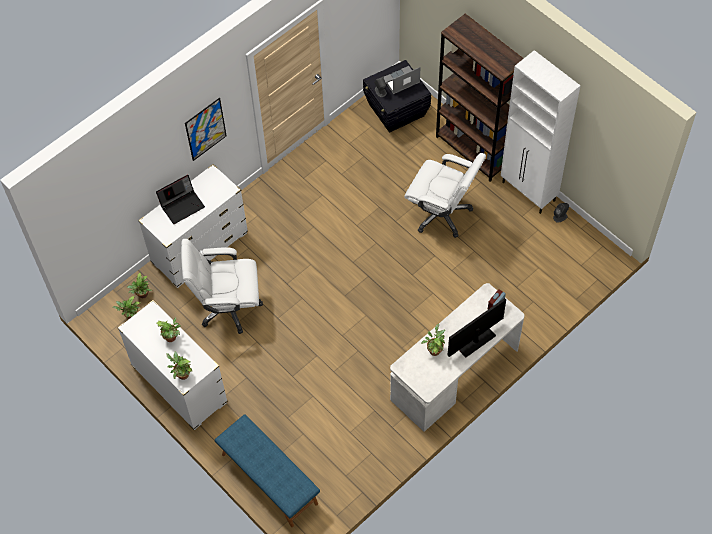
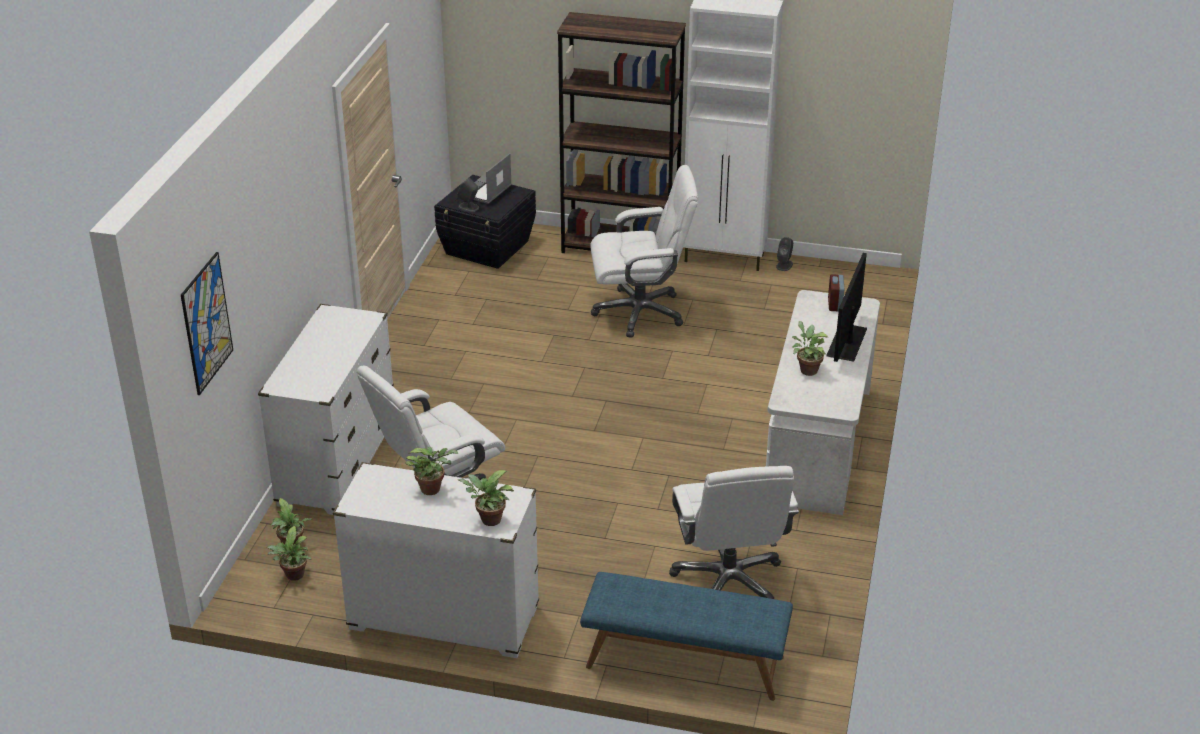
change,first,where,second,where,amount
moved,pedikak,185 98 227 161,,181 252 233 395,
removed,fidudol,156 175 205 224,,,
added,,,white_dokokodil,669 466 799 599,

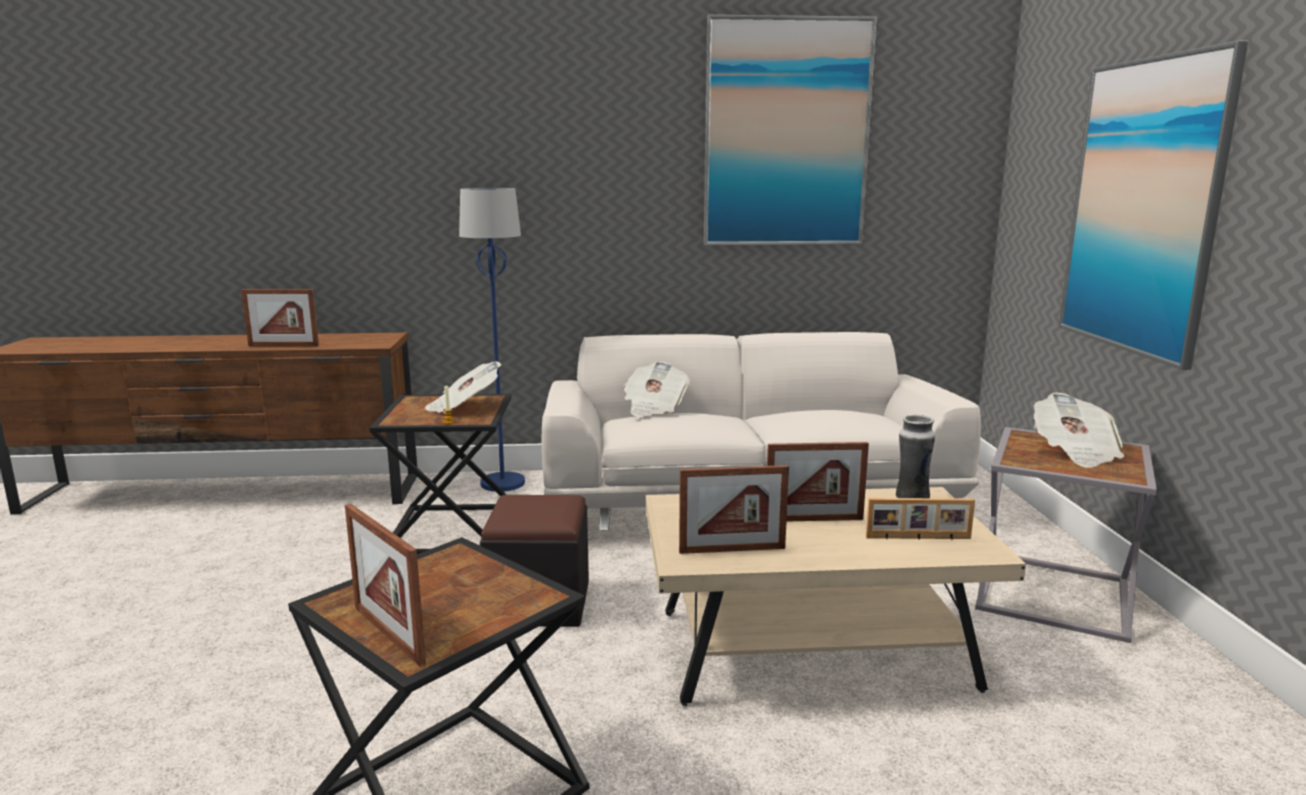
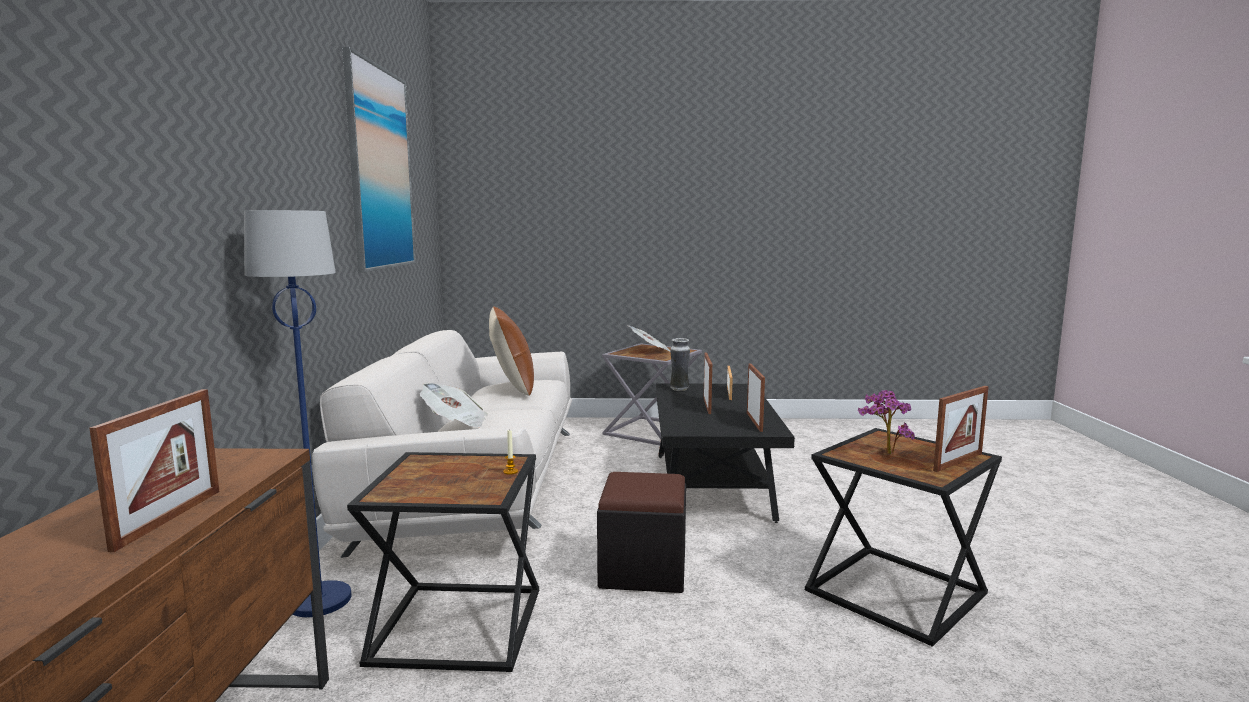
change,first,where,second,where,amount
removed,pedikak,1059 41 1249 370,,,
removed,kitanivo,425 362 501 413,,,
recoloured,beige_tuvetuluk,646 487 1026 706,black_tuvetuluk,656 383 795 523,
added,,,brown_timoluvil,489 306 534 396,
added,,,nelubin,858 390 915 454,

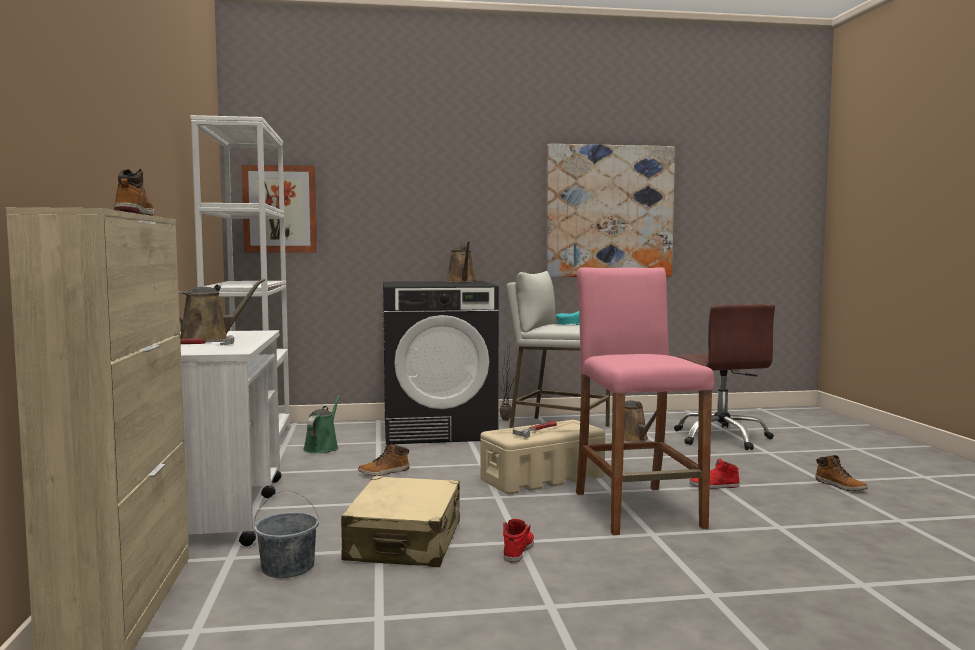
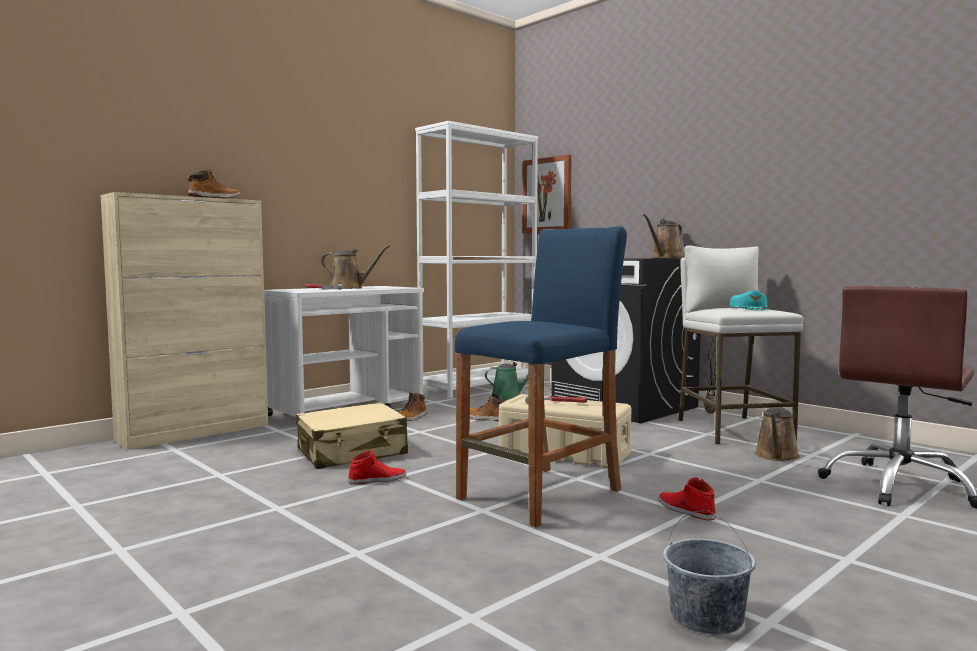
change,first,where,second,where,amount
removed,pedikak,546 144 675 277,,,
recoloured,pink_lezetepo,576 267 714 535,blue_lezetepo,455 226 627 527,
moved,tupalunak,816 455 868 491,,399 392 427 421,
moved,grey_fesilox,254 490 319 578,,663 510 756 635,

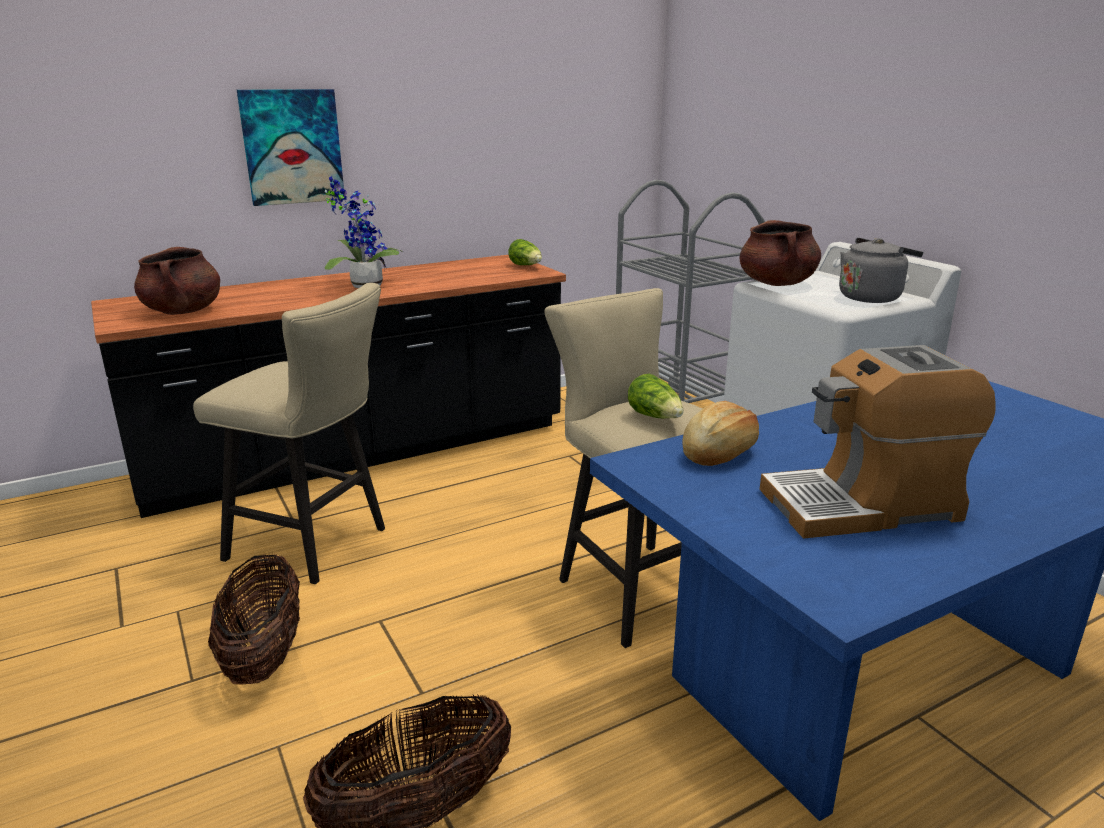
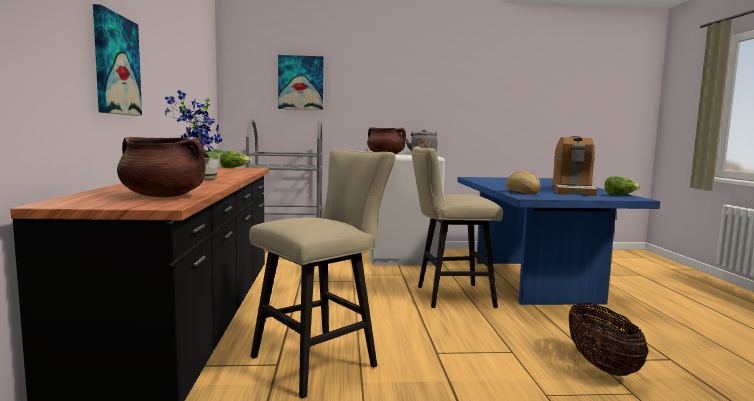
change,first,where,second,where,amount
moved,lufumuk,628 374 683 418,,604 176 640 195,
removed,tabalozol,208 553 300 684,,,
added,,,pedikak,278 55 324 110,

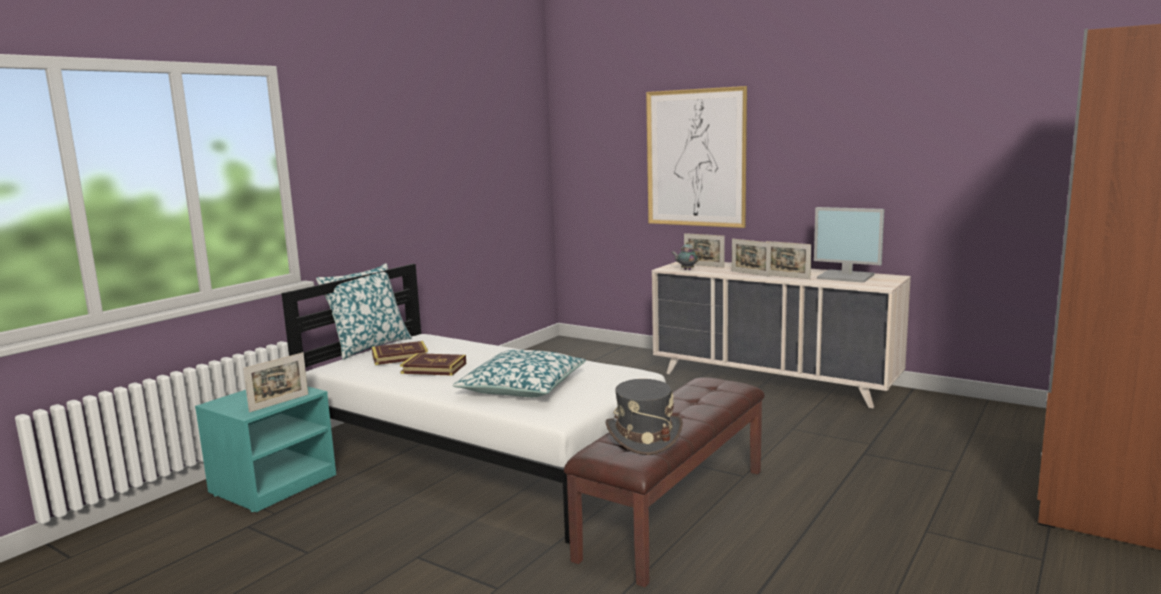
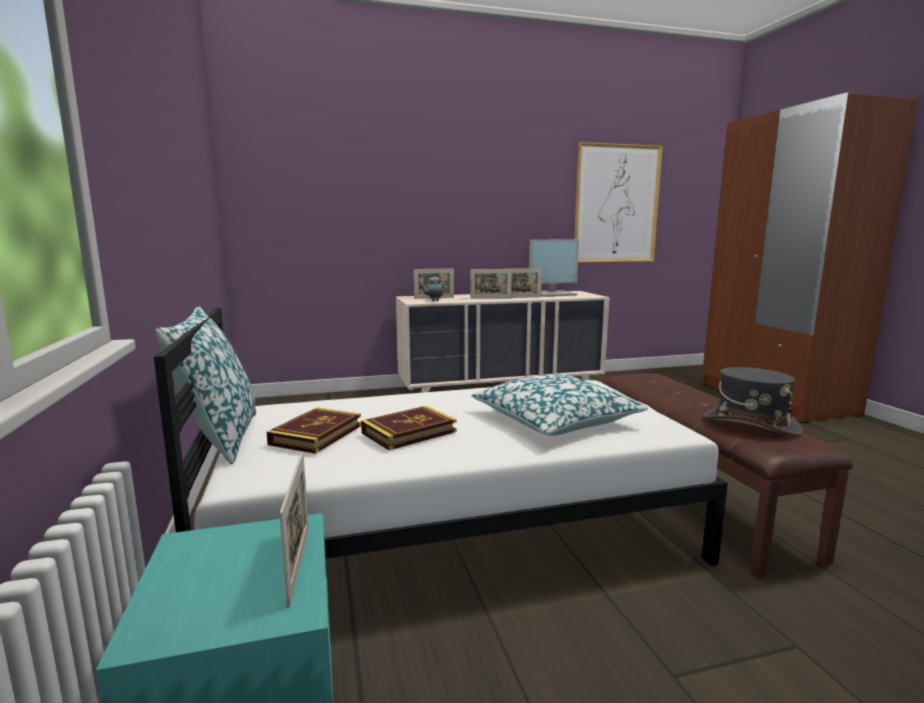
change,first,where,second,where,amount
moved,pedikak,646 86 747 228,,574 142 663 263,

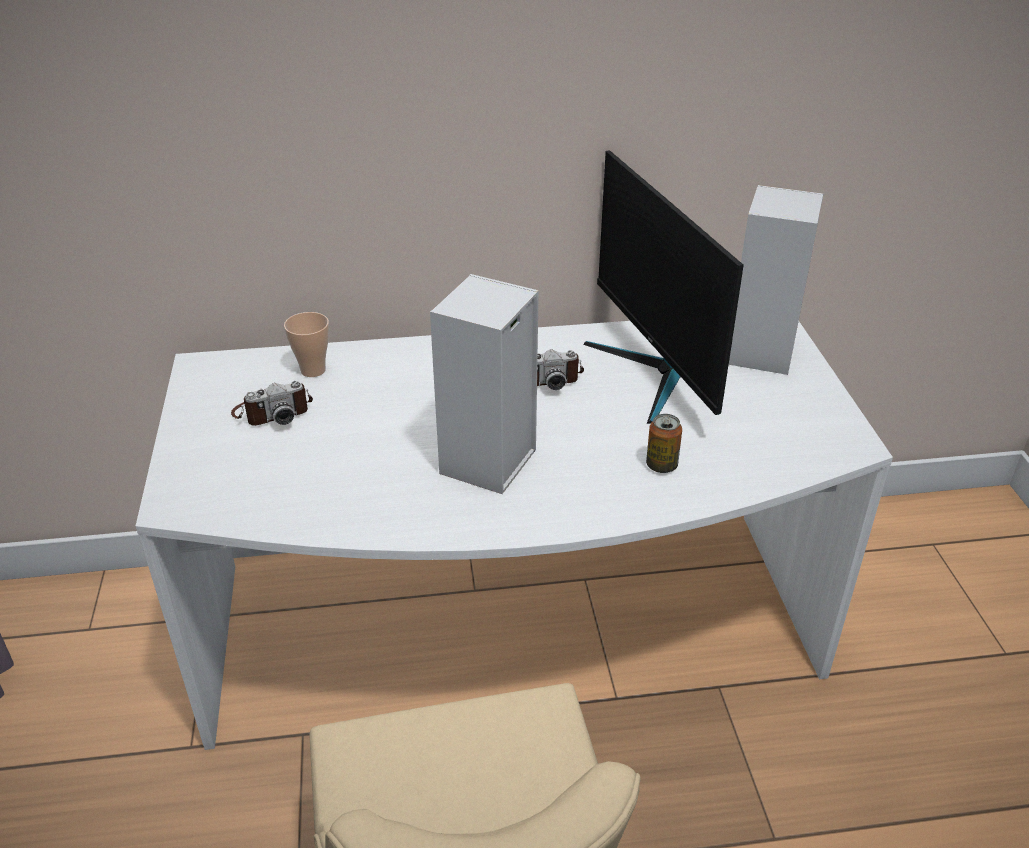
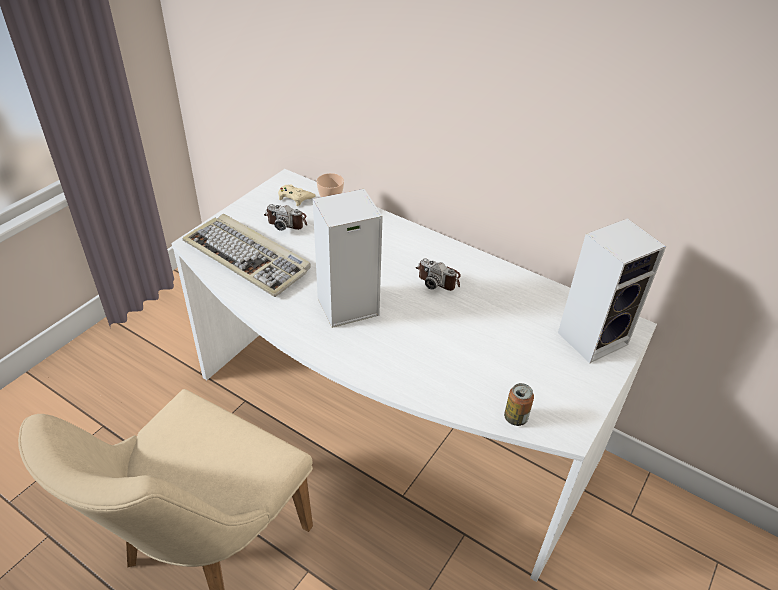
change,first,where,second,where,amount
removed,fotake,583 150 744 424,,,
moved,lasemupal,646 414 682 473,,504 383 534 426,
added,,,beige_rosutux,278 184 316 206,
added,,,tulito,183 214 311 297,

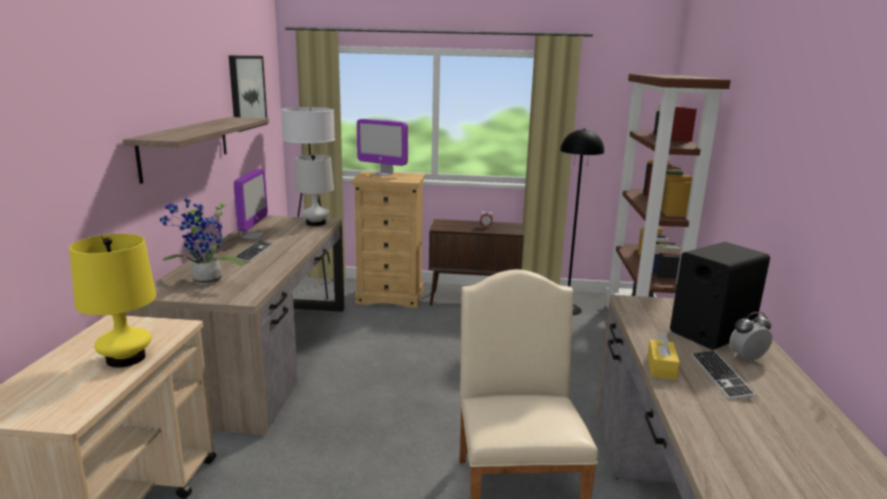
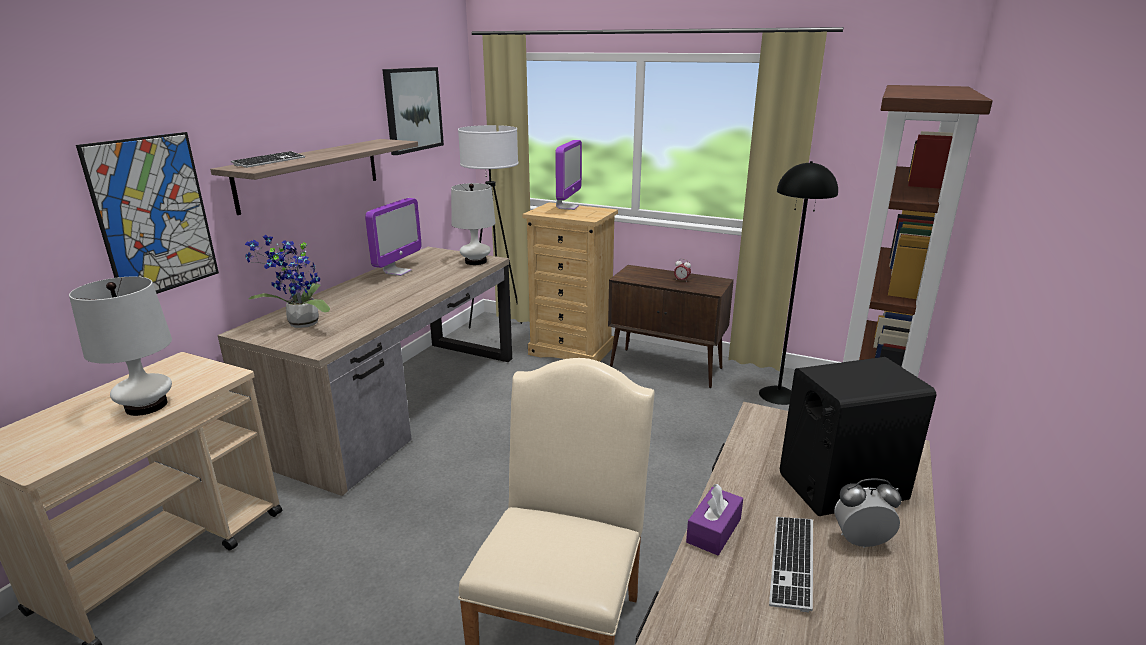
change,first,where,second,where,amount
turned,fotake,357 119 408 176,,555 140 582 210,120 degrees counterclockwise
recoloured,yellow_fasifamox,69 234 156 368,white_fasifamox,69 277 172 416,
moved,tulito,235 240 273 262,,231 151 305 168,
recoloured,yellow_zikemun,647 333 680 380,purple_zikemun,686 484 743 555,
added,,,pedikak,76 132 219 294,

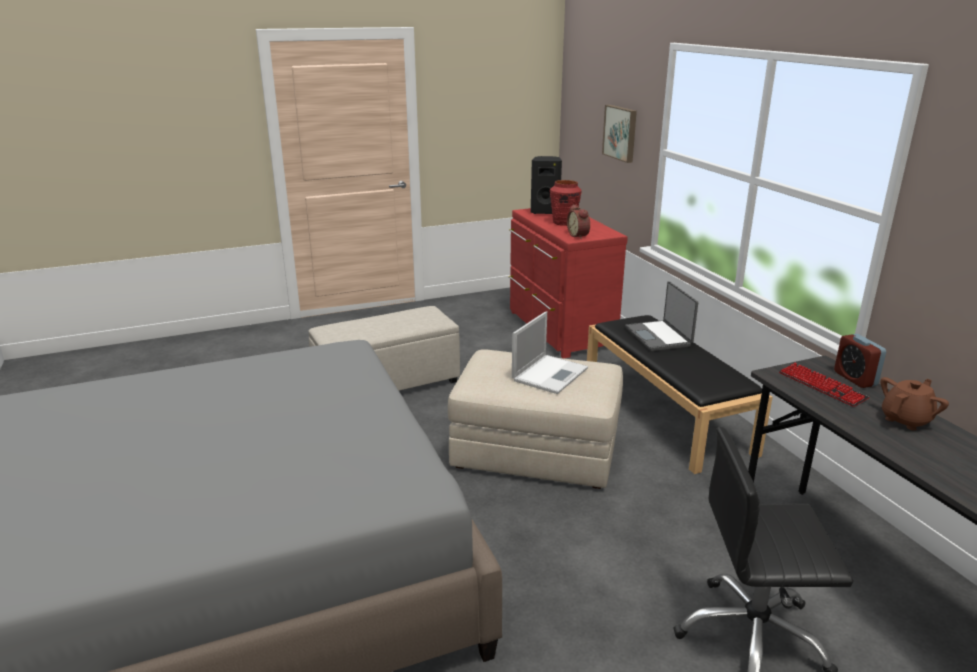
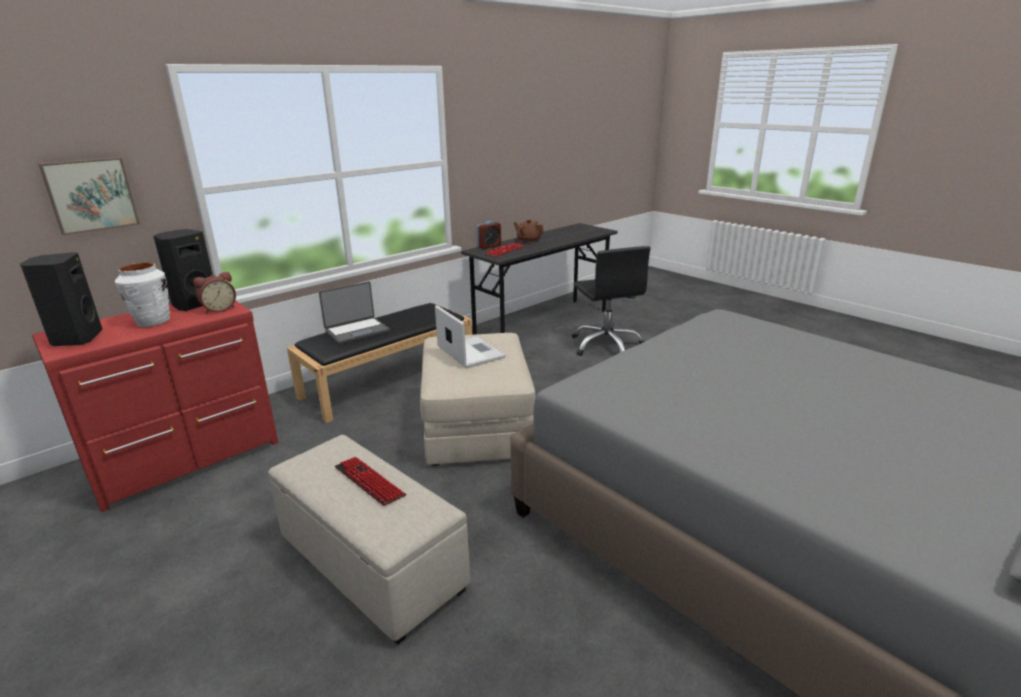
change,first,where,second,where,amount
recoloured,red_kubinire,550 180 582 226,white_kubinire,115 262 170 327,
turned,fidudol,512 311 588 394,,435 305 506 368,45 degrees clockwise
added,,,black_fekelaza,154 229 213 311,
added,,,tulito,334 456 406 506,

